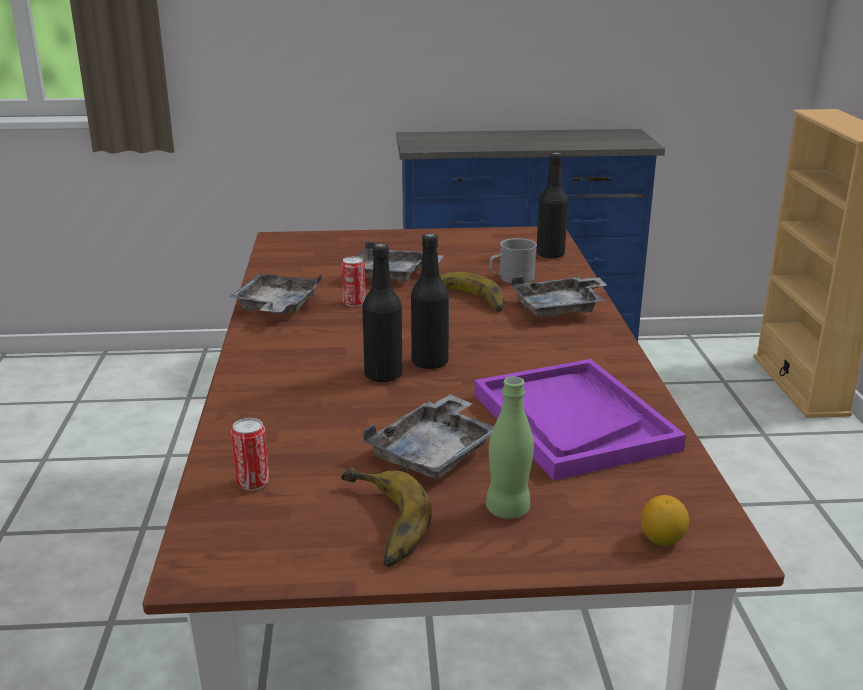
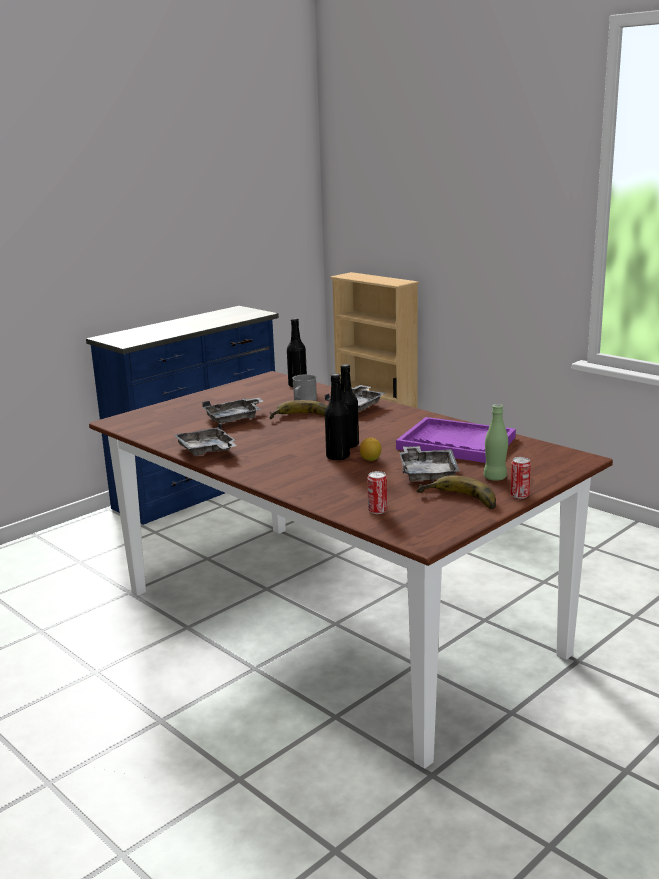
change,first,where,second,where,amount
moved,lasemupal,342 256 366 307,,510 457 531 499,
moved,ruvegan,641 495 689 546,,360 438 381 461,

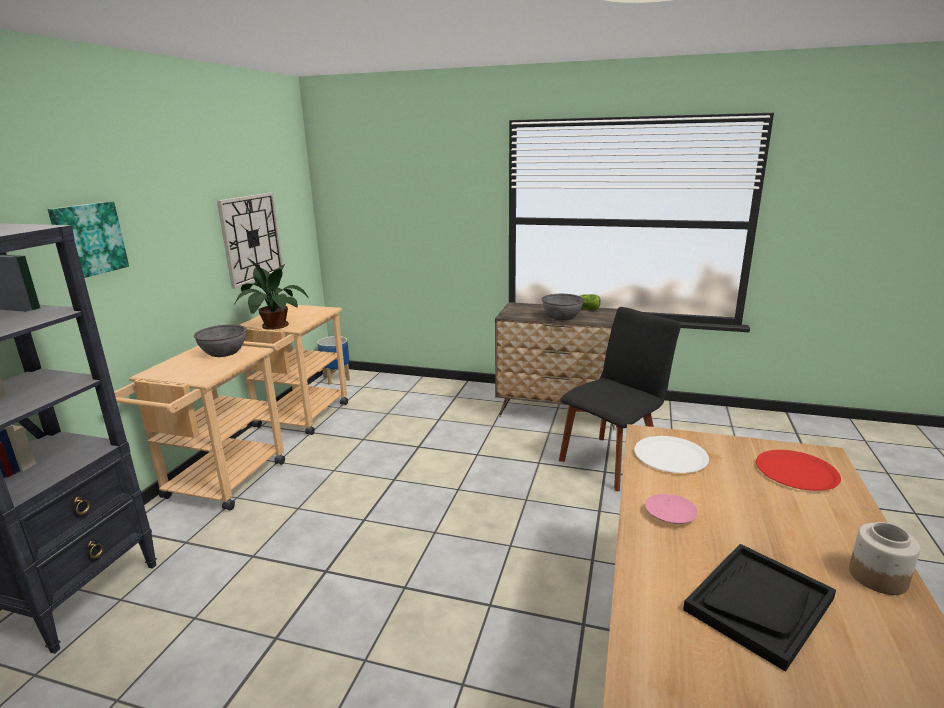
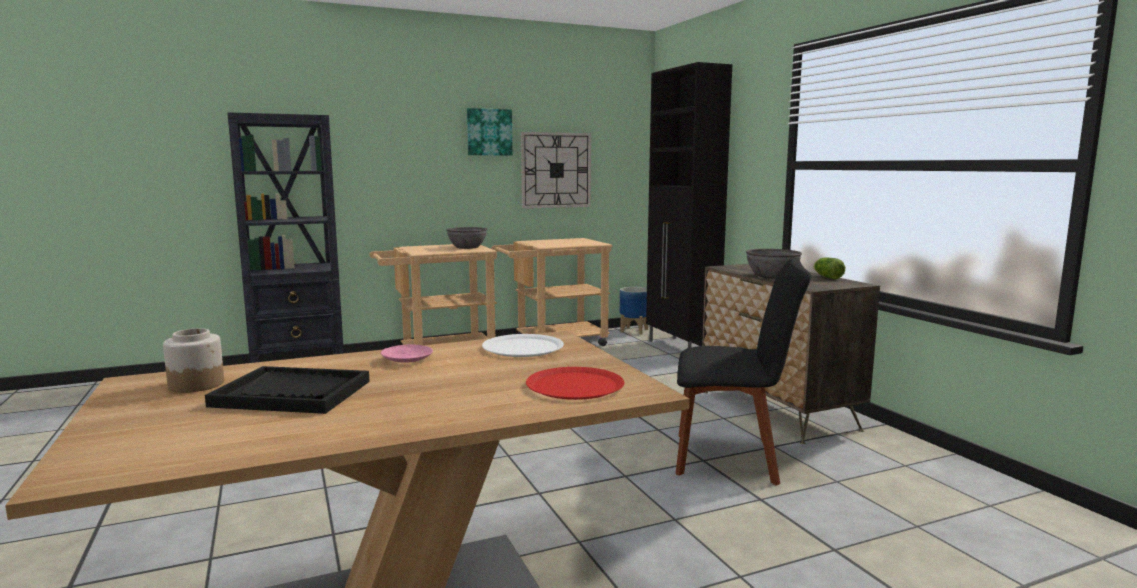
change,first,where,second,where,amount
moved,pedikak,48 201 129 278,,467 108 513 156,
removed,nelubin,234 259 309 330,,,
moved,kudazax,849 522 920 595,,163 328 224 393,
added,,,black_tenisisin,646 62 732 348,

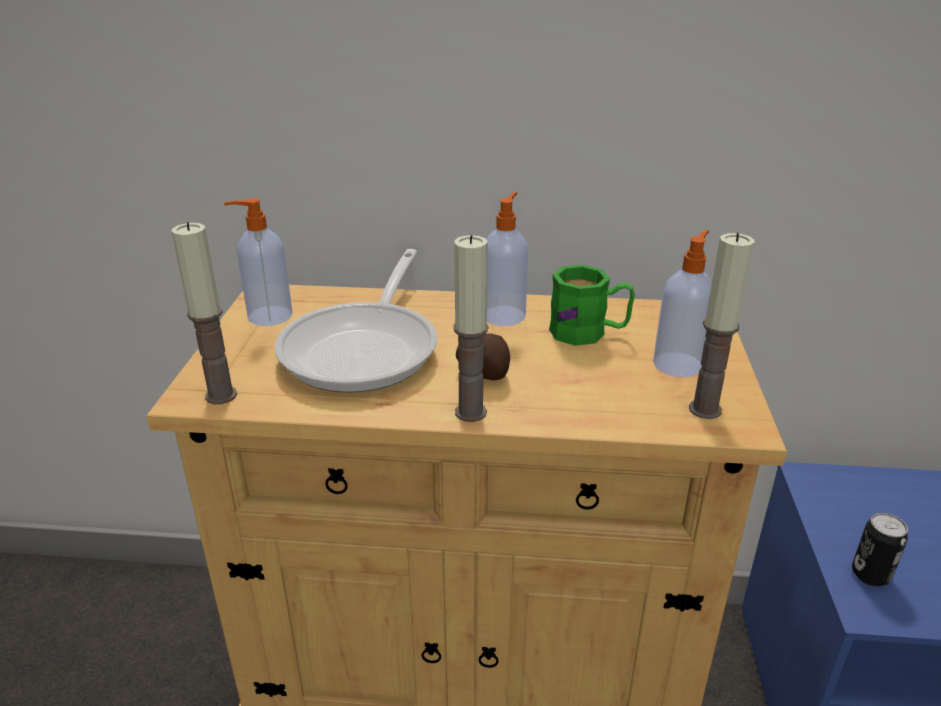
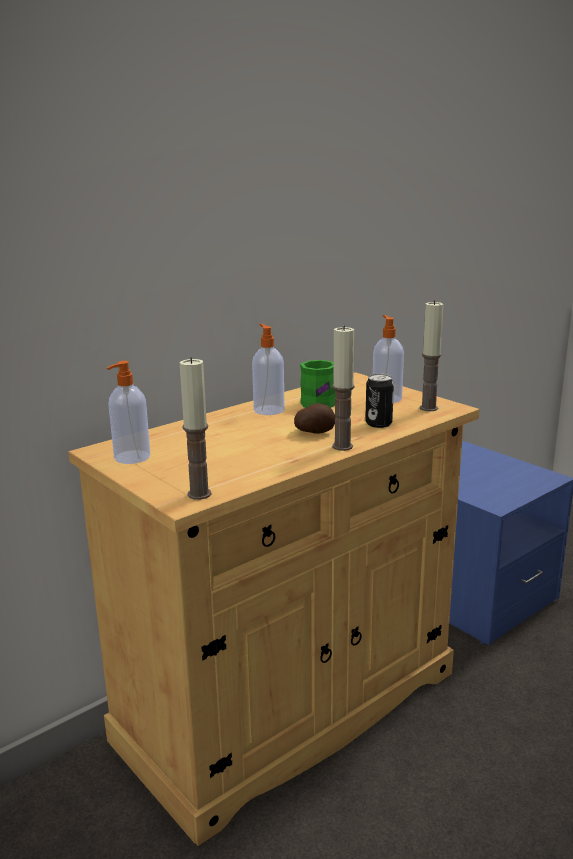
change,first,where,second,where,amount
removed,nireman,275 249 437 393,,,
moved,lasemupal,852 513 908 586,,365 374 394 428,

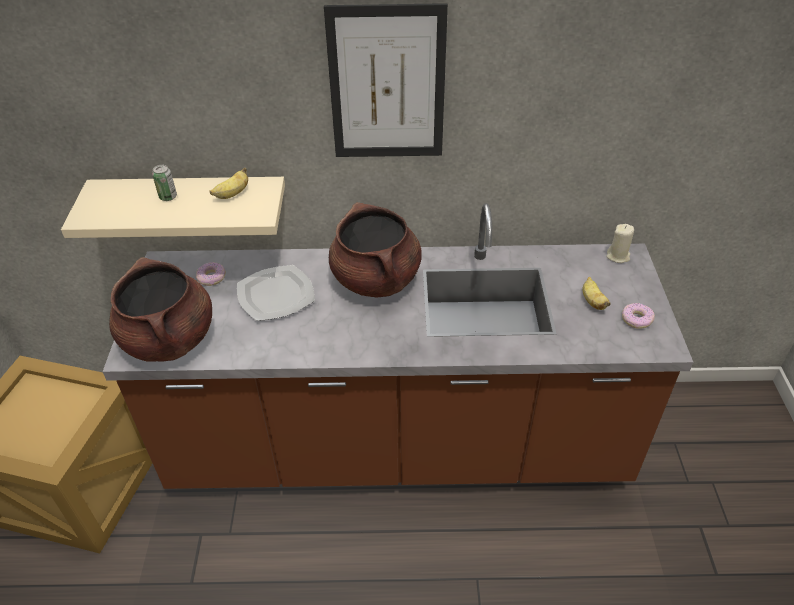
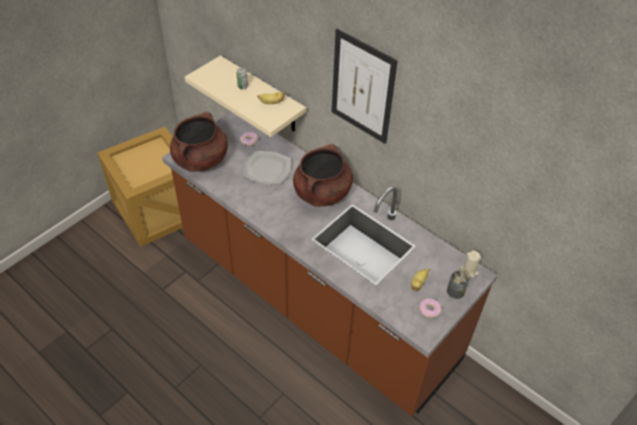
change,first,where,second,where,amount
added,,,lasemupal,447 271 469 299,

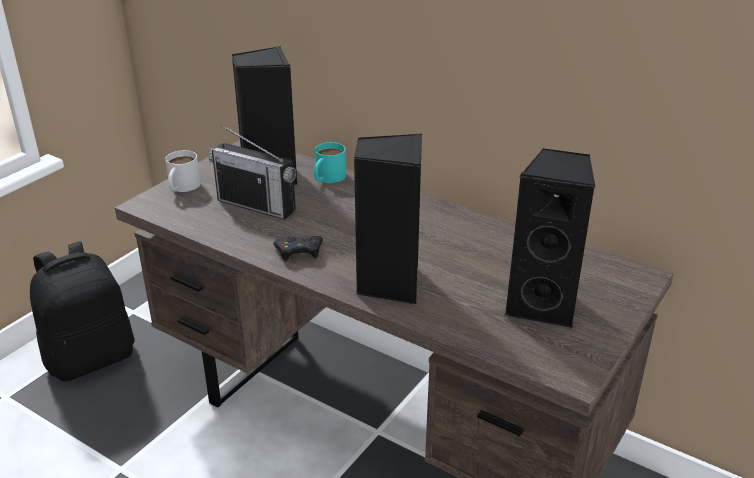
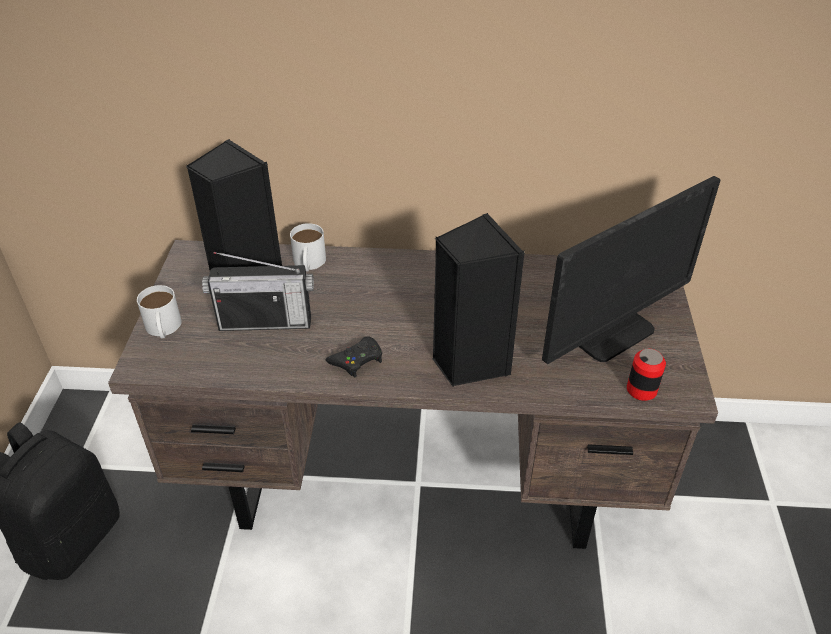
change,first,where,second,where,amount
recoloured,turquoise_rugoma,314 142 346 183,white_rugoma,290 223 326 271,
replaced,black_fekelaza,505 148 596 328,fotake,542 176 720 364,
added,,,lasemupal,627 349 666 401,

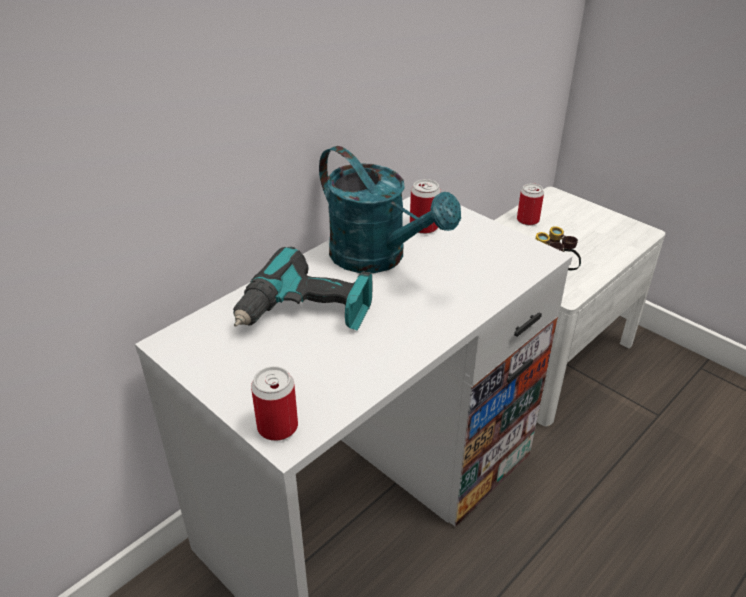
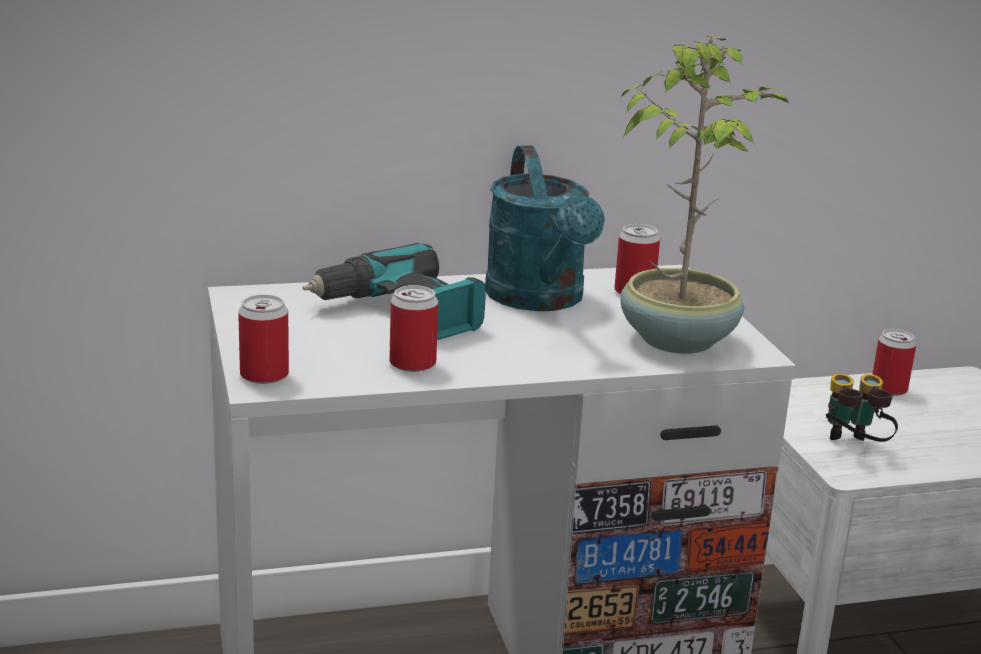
change,first,where,second,where,amount
added,,,nelubin,621 35 790 354,
added,,,lasemupal,389 285 438 372,

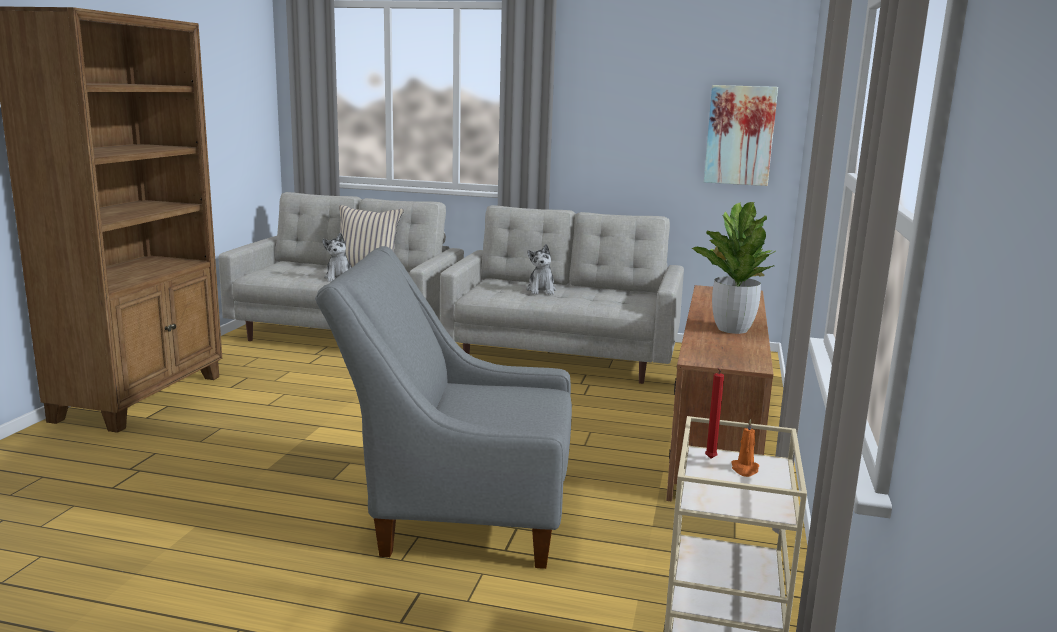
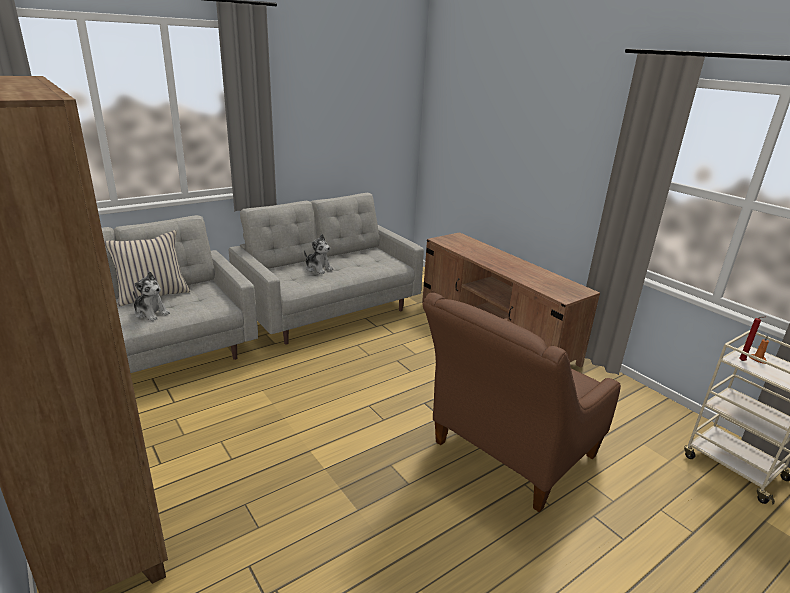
change,first,where,second,where,amount
removed,pedikak,704 85 778 186,,,
removed,nelubin,692 202 776 334,,,
recoloured,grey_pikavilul,315 246 572 569,brown_pikavilul,423 293 621 512,

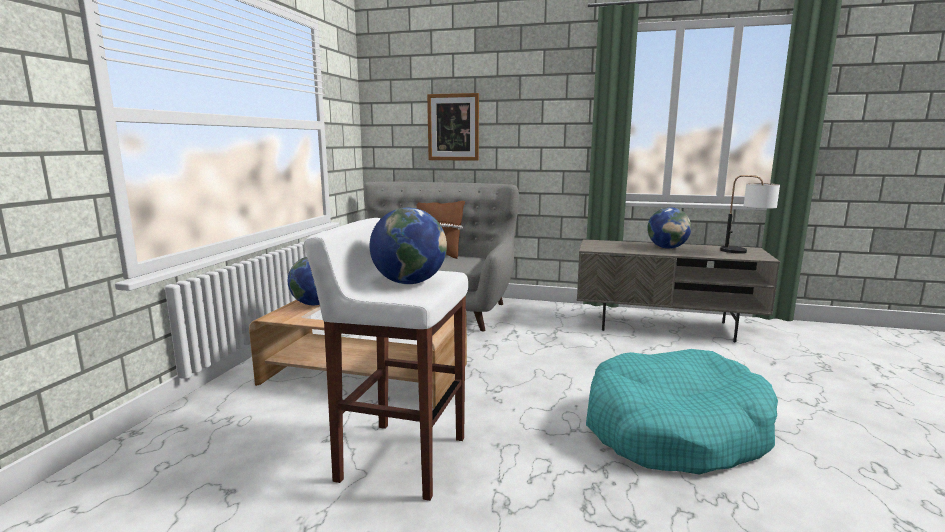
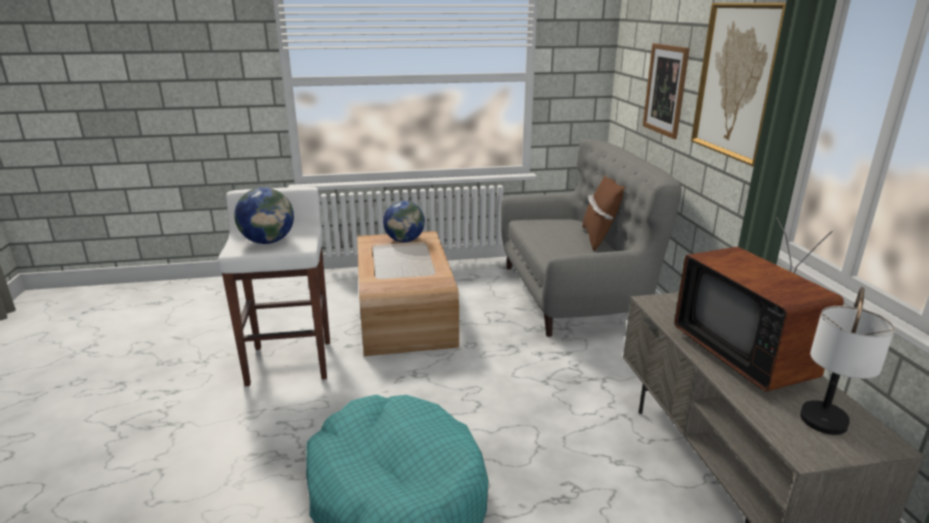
change,first,where,second,where,amount
replaced,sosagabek,647 207 691 249,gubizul,674 217 844 391,
added,,,pedikak,691 3 786 167,

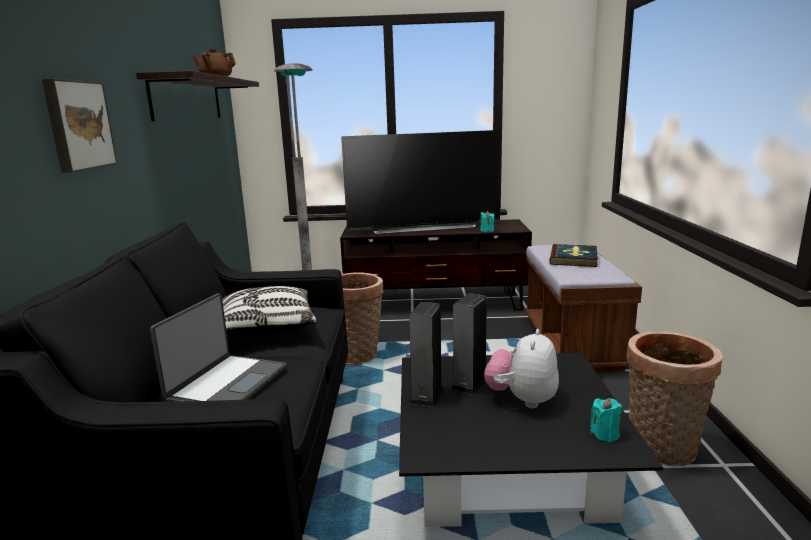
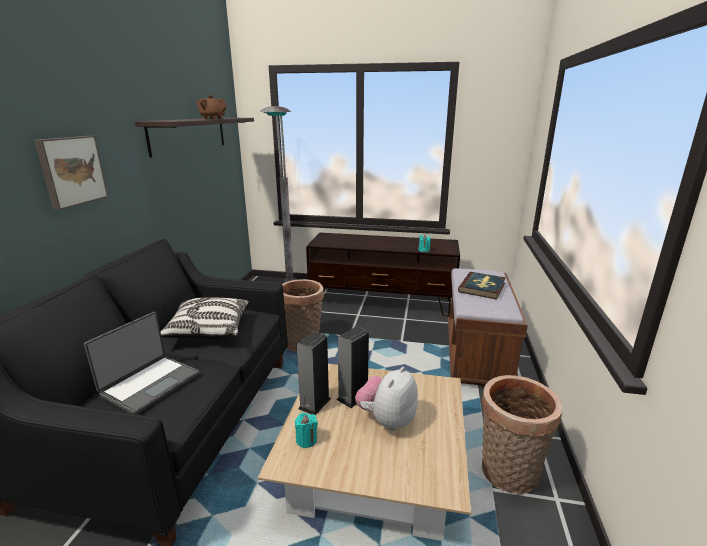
change,first,where,second,where,amount
removed,gubizul,341 130 502 234,,,
recoloured,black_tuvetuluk,399 353 663 527,beige_tuvetuluk,258 364 471 541,
moved,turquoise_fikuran,590 398 622 442,,295 413 318 448,

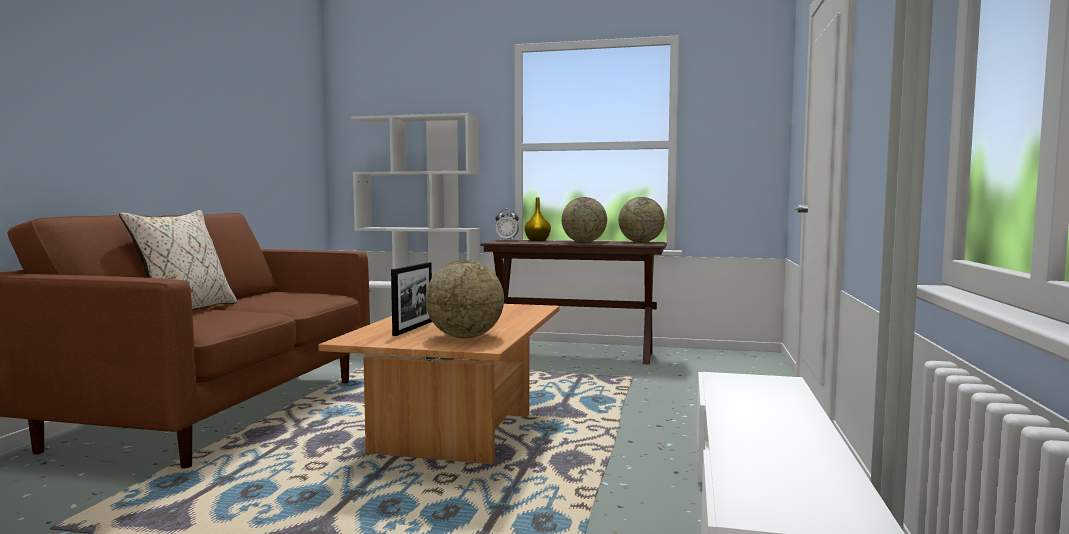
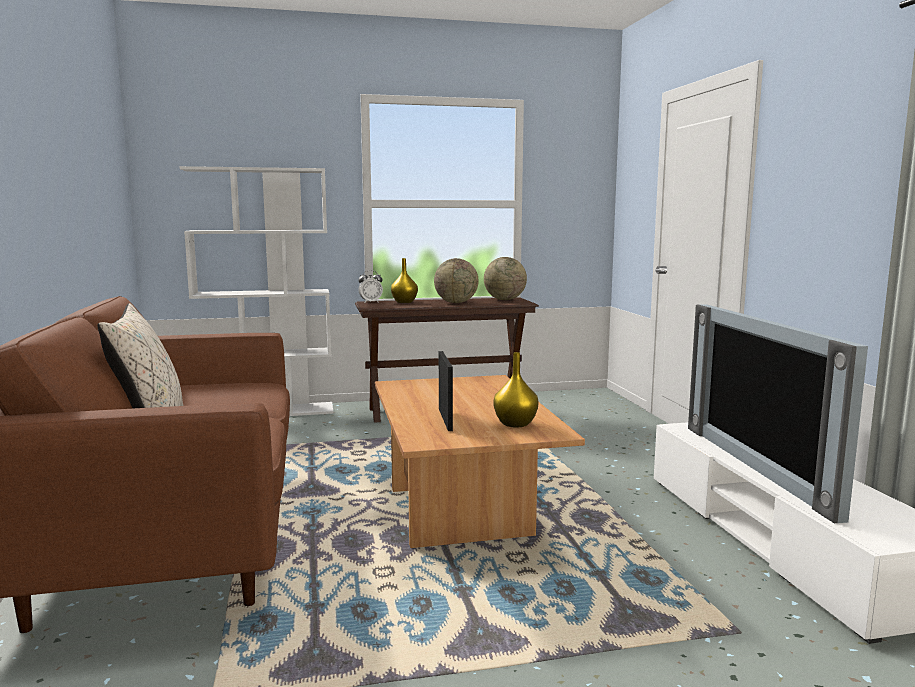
change,first,where,second,where,amount
replaced,sosagabek,425 260 504 338,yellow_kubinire,493 352 539 428,
added,,,gubizul,688 304 868 523,

